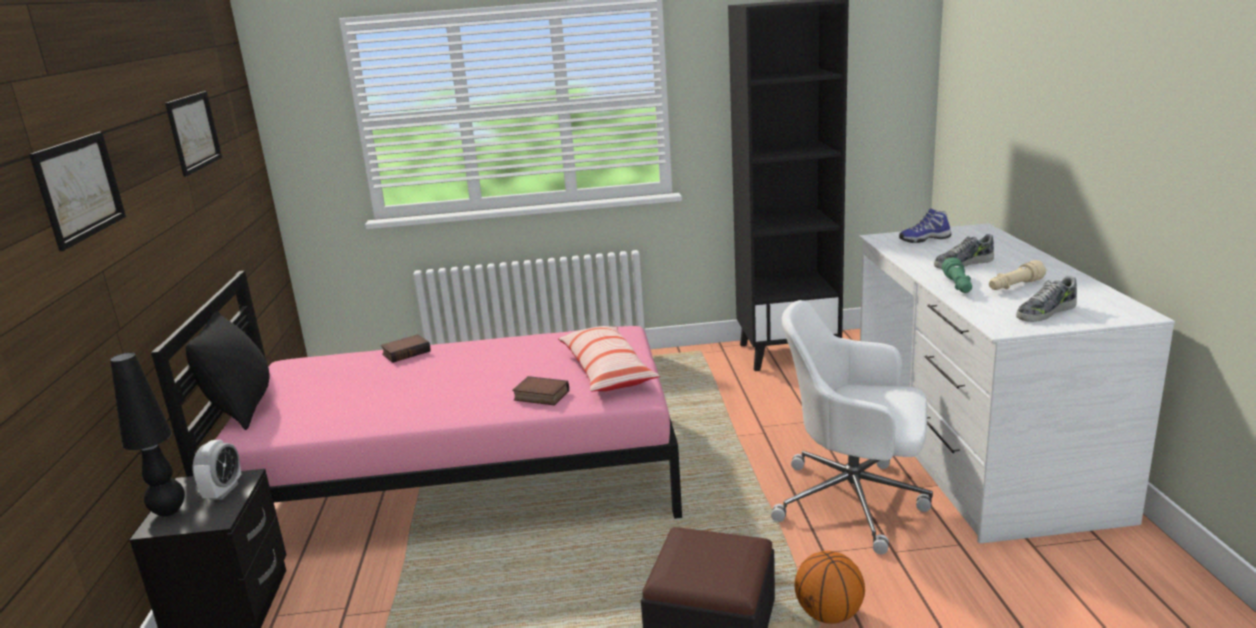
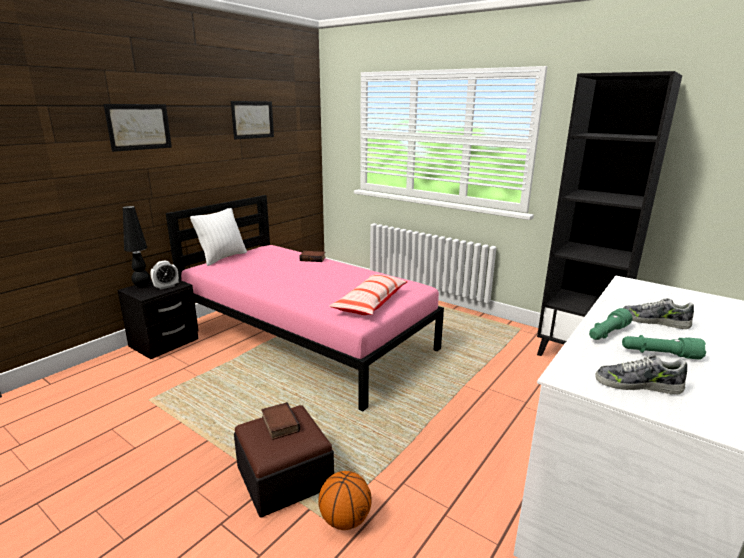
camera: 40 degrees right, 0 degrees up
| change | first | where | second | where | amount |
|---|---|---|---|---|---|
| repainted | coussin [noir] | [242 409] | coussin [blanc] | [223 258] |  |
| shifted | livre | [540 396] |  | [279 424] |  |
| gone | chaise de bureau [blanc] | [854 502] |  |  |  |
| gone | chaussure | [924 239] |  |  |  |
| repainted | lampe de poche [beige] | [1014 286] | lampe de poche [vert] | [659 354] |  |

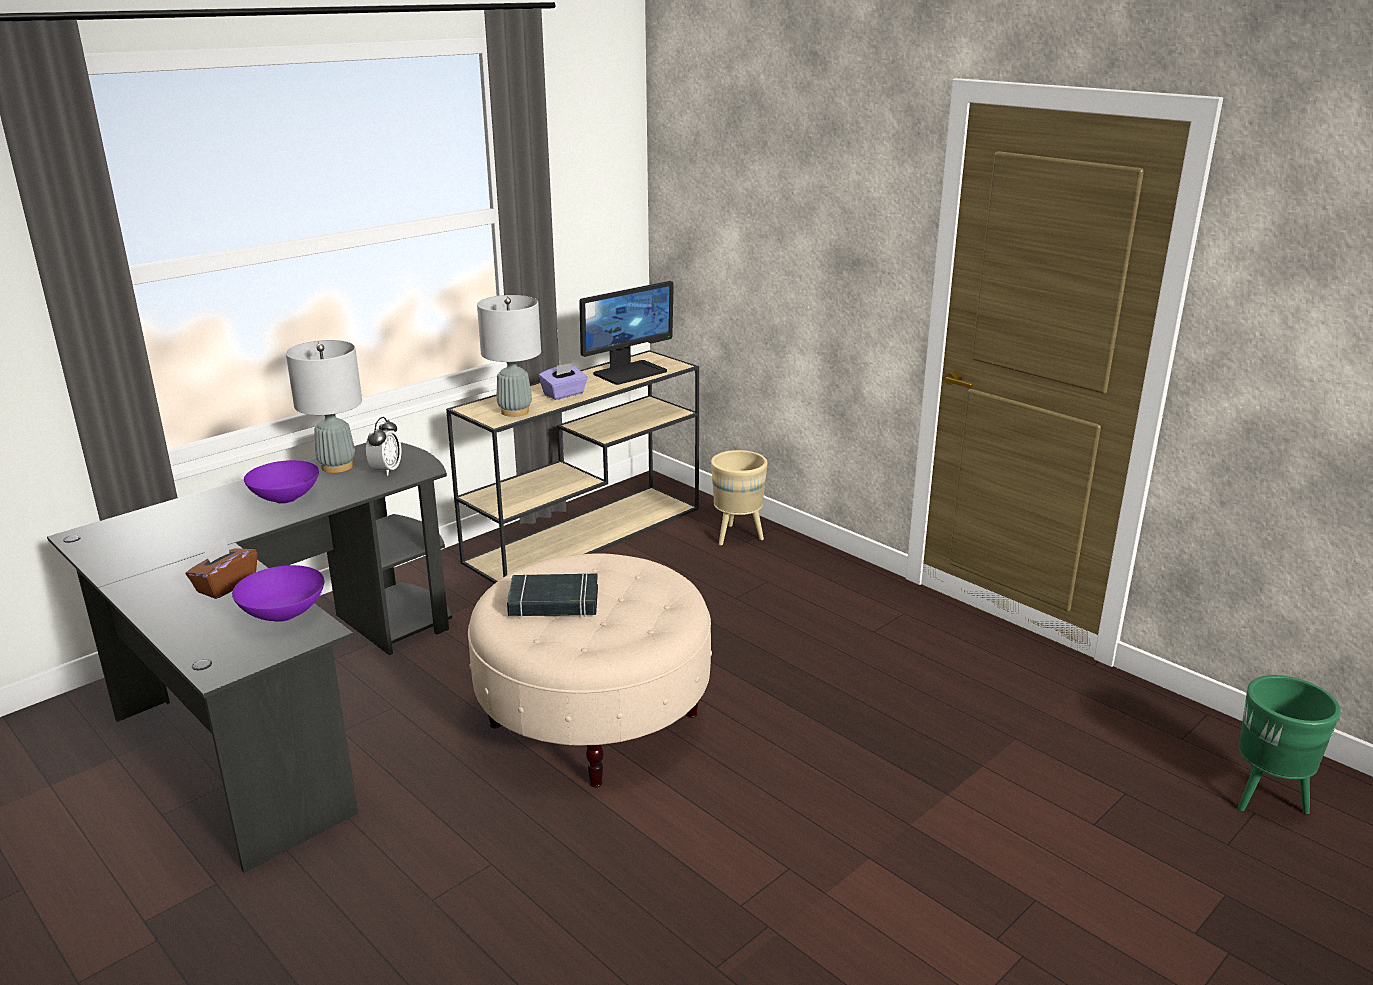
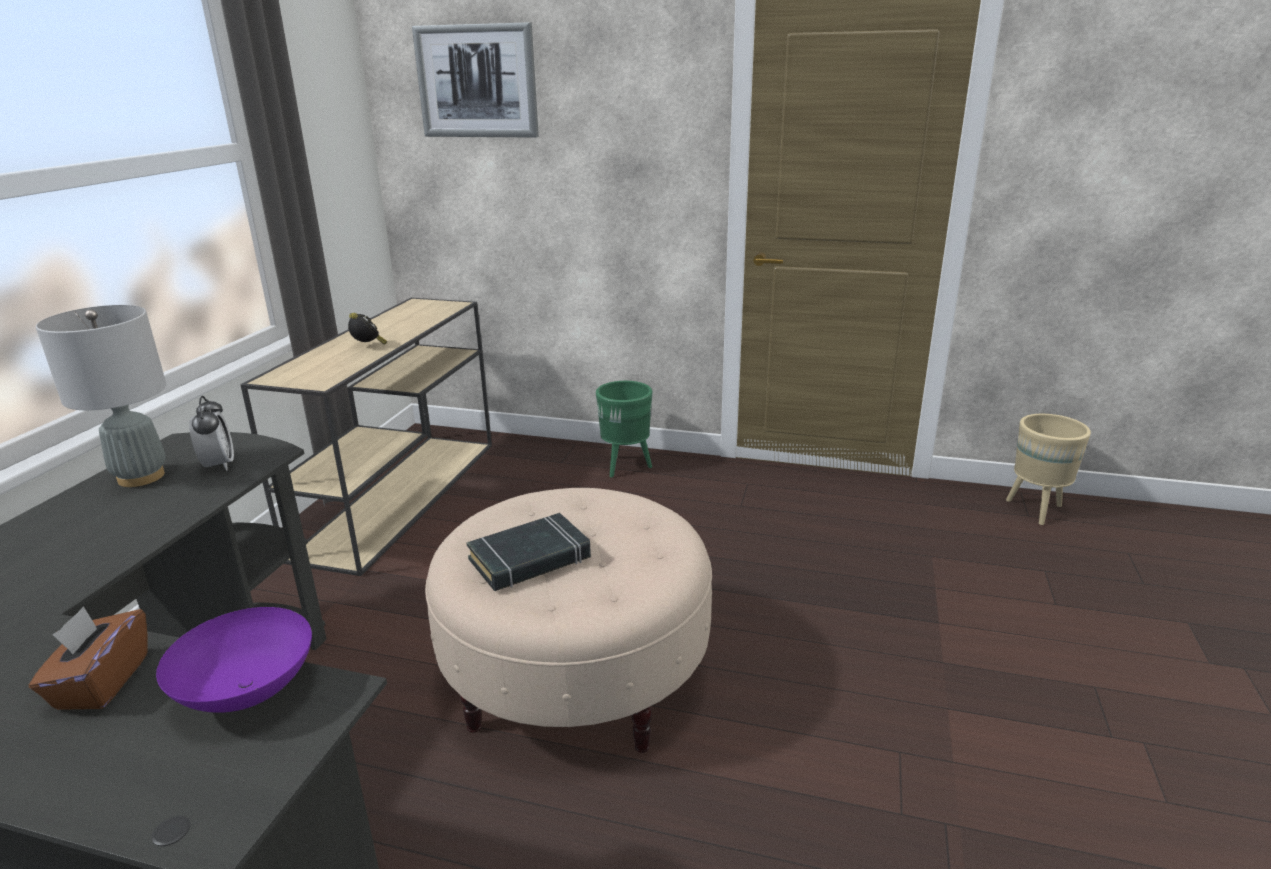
camera: 30 degrees left, 0 degrees up
| change | first | where | second | where | amount |
|---|---|---|---|---|---|
| gone | bol [violet] | [286 499] |  |  |  |
| gone | lampe de table [gris] | [515 411] |  |  |  |
| swapped | boîte à mouchoirs [violet] | [564 394] | réveil | [368 346] |  |
| gone | écran d'ordinateur | [629 372] |  |  |  |
| shifted | cache-pot [beige] | [738 536] |  | [1035 509] |  |
| shifted | cache-pot [vert] | [1266 800] |  | [626 467] |  |
| new |  |  | tableau | [477 81] |  |

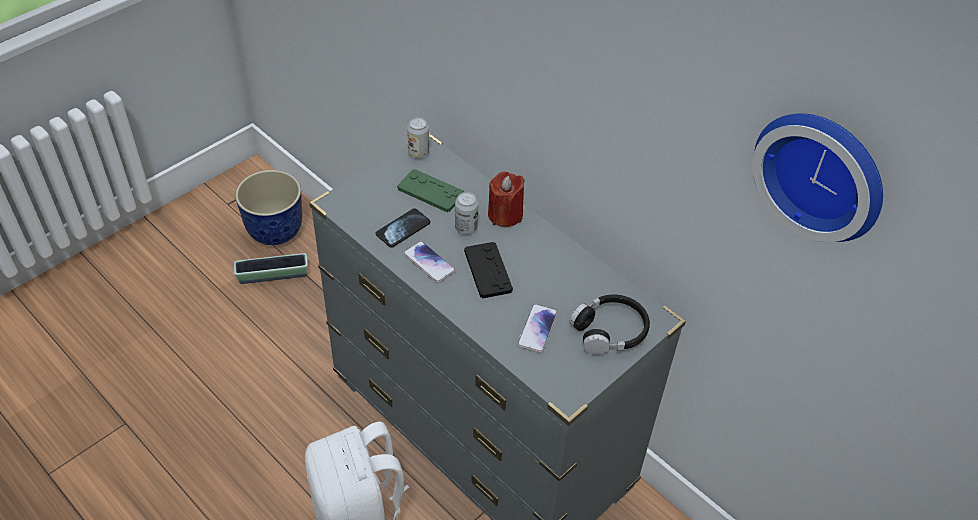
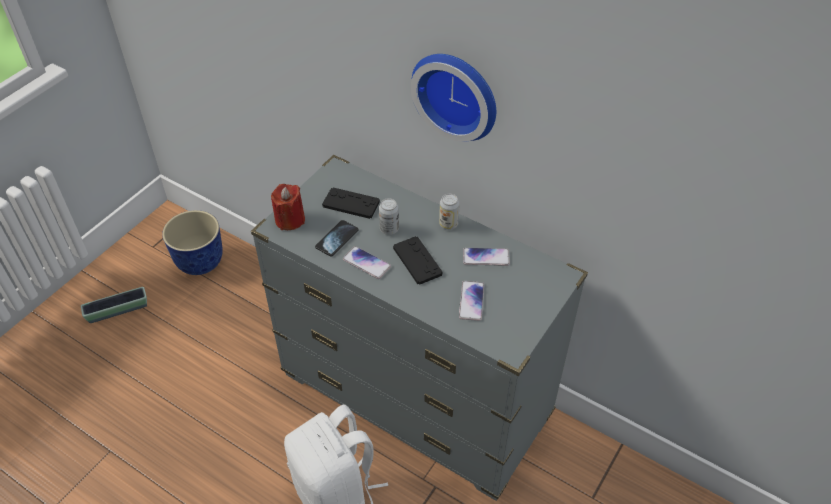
camera: 10 degrees left, 0 degrees up
| change | first | where | second | where | amount |
|---|---|---|---|---|---|
| shifted | cache-pot | [273 275] |  | [117 311] |  |
| repainted | manette [vert] | [430 192] | manette [noir] | [351 204] |  |
| shifted | boîte métallique | [418 153] |  | [448 224] |  |
| shifted | bougie [rouge] | [505 215] |  | [290 220] |  |
| gone | casque audio [noir] | [610 331] |  |  |  |
| shifted | horloge murale | [823 172] |  | [457 93] |  |
| new |  |  | téléphone | [486 257] |  |

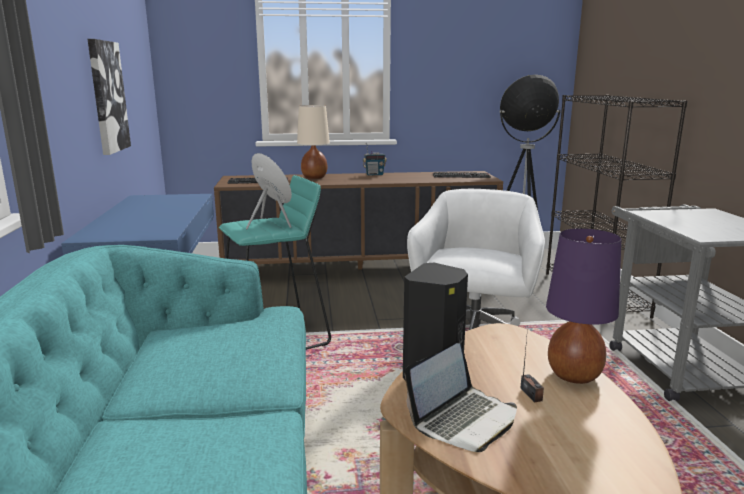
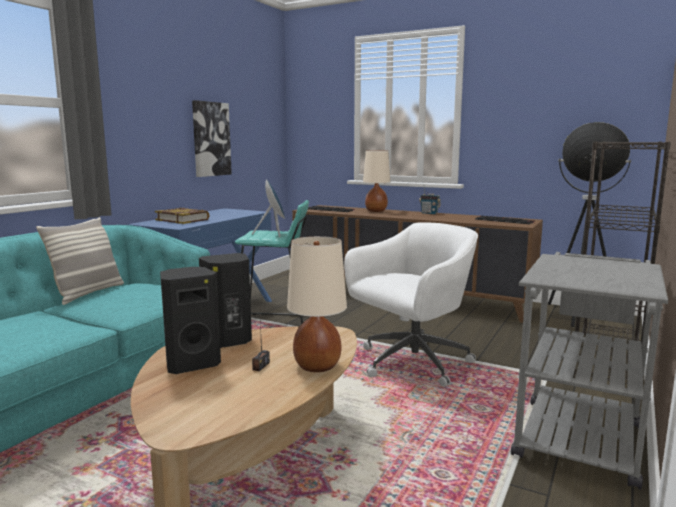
camera: 35 degrees right, 5 degrees down
| change | first | where | second | where | amount |
|---|---|---|---|---|---|
| swapped | ordinateur portable | [464 420] | enceinte [noir] | [191 364] |  |
| repainted | lampe de table [violet] | [574 375] | lampe de table [beige] | [317 367] |  |
| new |  |  | coussin | [88 293] |  |
| new |  |  | livre | [182 220] |  |

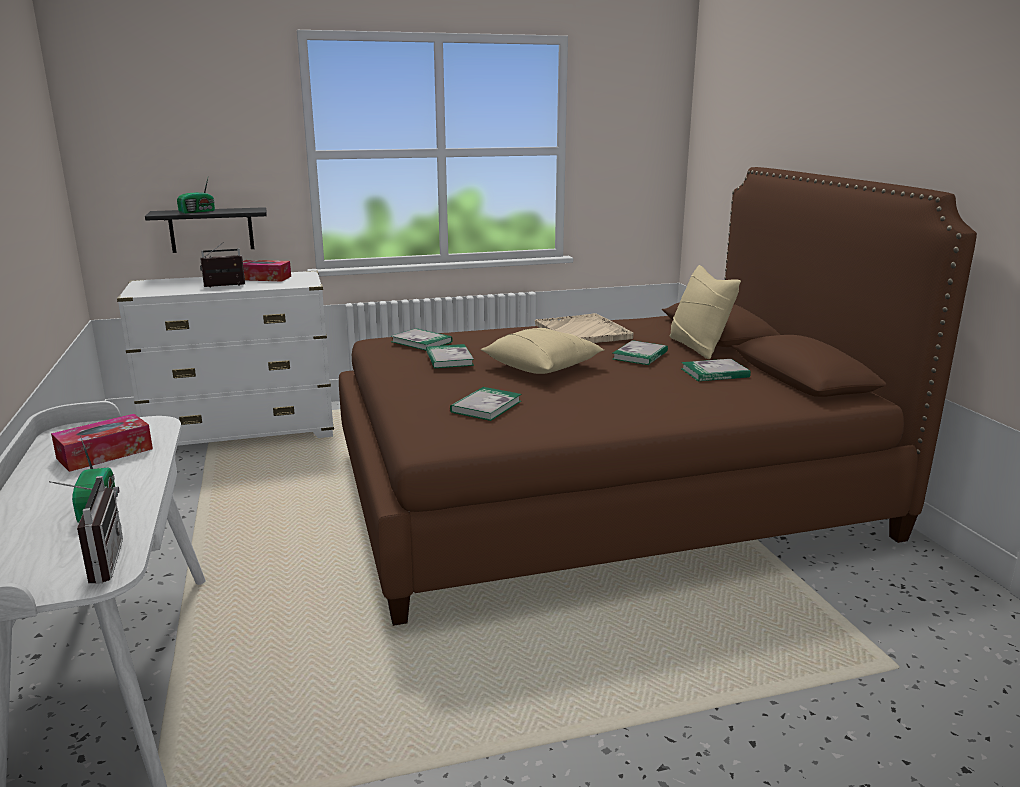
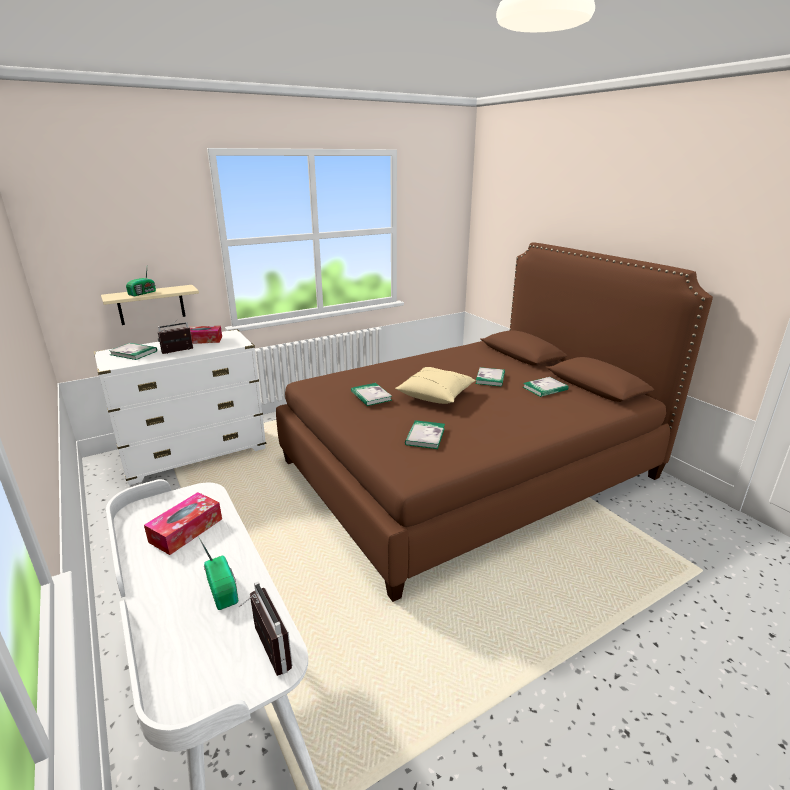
camera: 15 degrees left, 5 degrees up
| change | first | where | second | where | amount |
|---|---|---|---|---|---|
| repainted | étagère [noir] | [211 230] | étagère [beige] | [151 305] |  |
| shifted | livre | [421 342] |  | [133 353] |  |
| gone | plateau [beige] | [582 332] |  |  |  |
| gone | coussin [beige] | [698 347] |  |  |  |

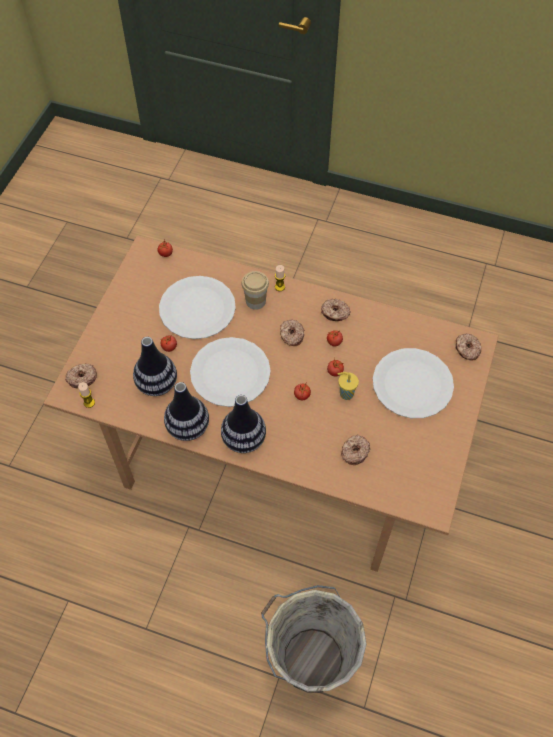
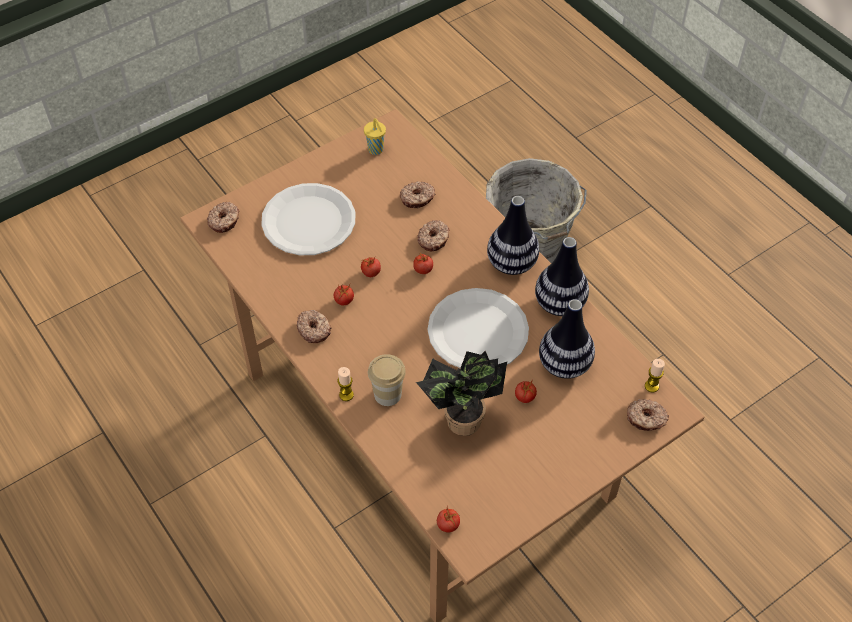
camera: 145 degrees left, 5 degrees down
| change | first | where | second | where | amount |
|---|---|---|---|---|---|
| swapped | assiette [blanc] | [197 308] | plante en pot | [460 425] |  |
| shifted | beignet | [291 335] |  | [434 239] |  |
| shifted | tasse [jaune] | [345 393] |  | [376 150] |  |

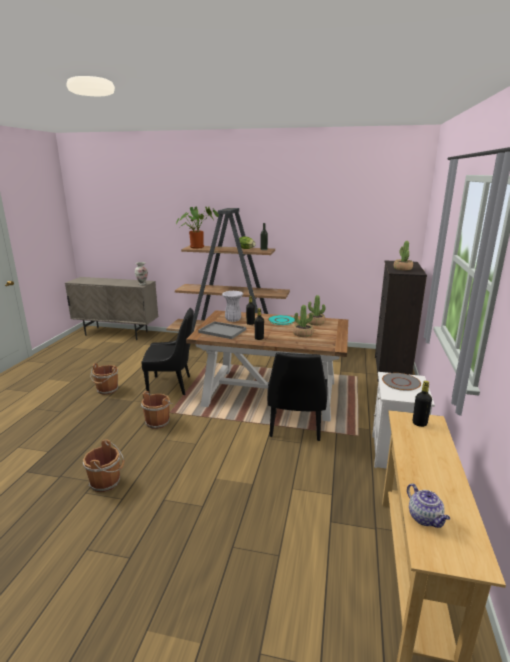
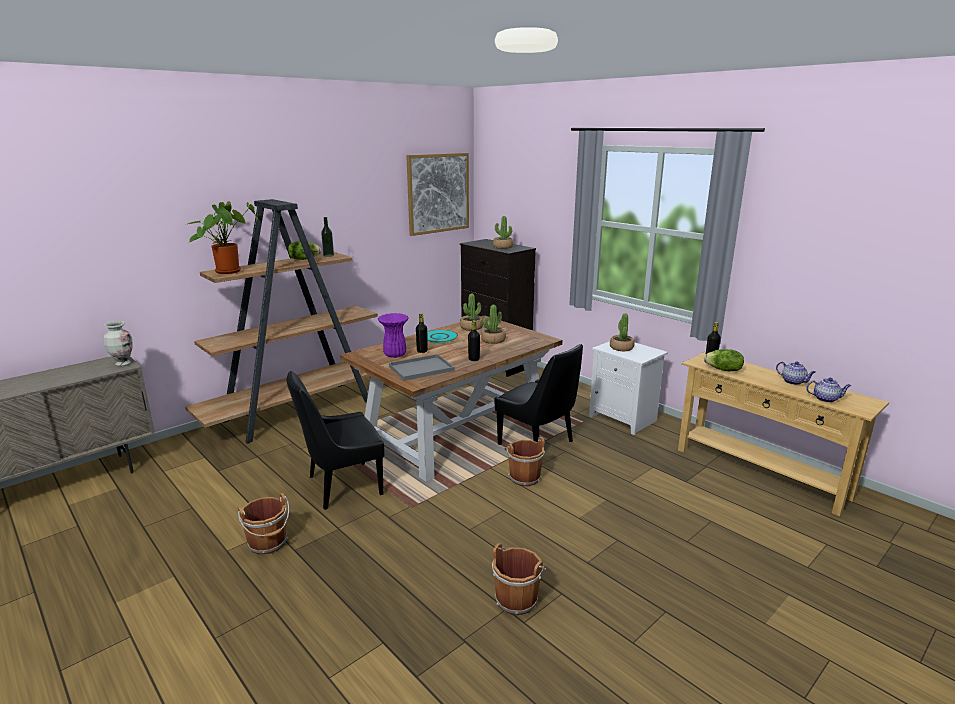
camera: 55 degrees left, 0 degrees up
| change | first | where | second | where | amount |
|---|---|---|---|---|---|
| rotated | chaise [noir] | [171 386] |  | [342 486] | 150 degrees counterclockwise |
| shifted | seau [marron] | [158 421] |  | [523 477] |  |
| repainted | vase [blanc] | [233 320] | vase [violet] | [395 355] |  |
| swapped | assiette [gris] | [401 382] | plante en pot | [621 348] |  |
| new |  |  | tableau | [438 193] |  |
| new |  |  | laitue | [723 370] |  |
| new |  |  | théière | [793 382] |  |

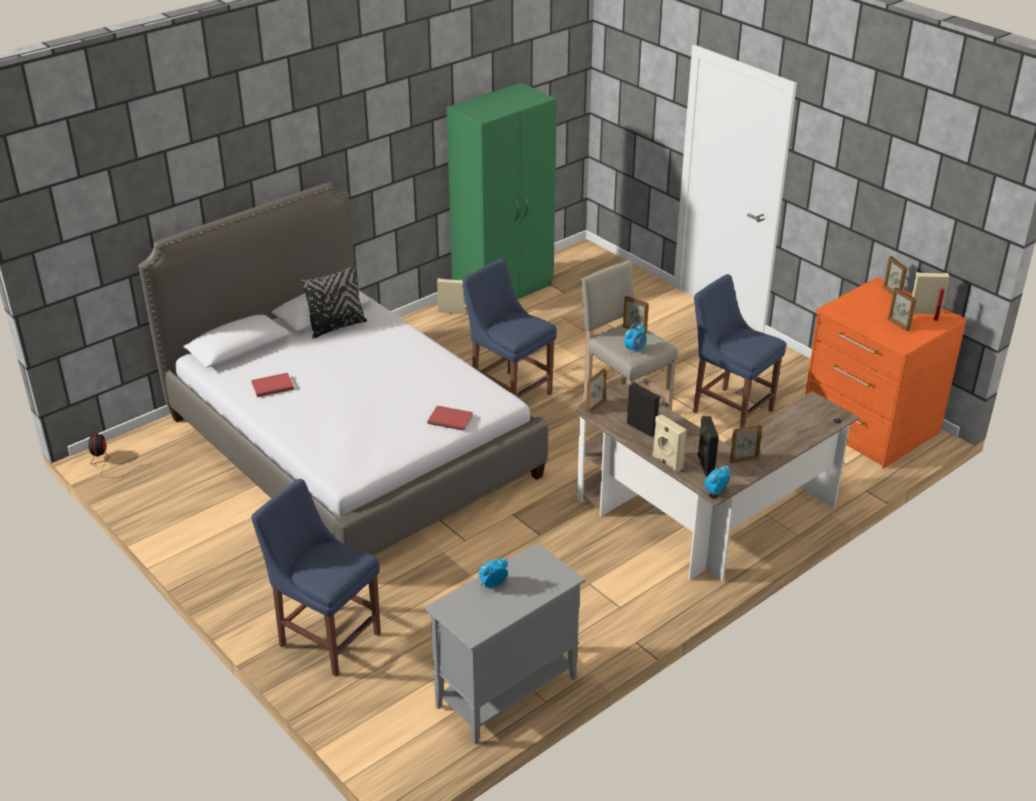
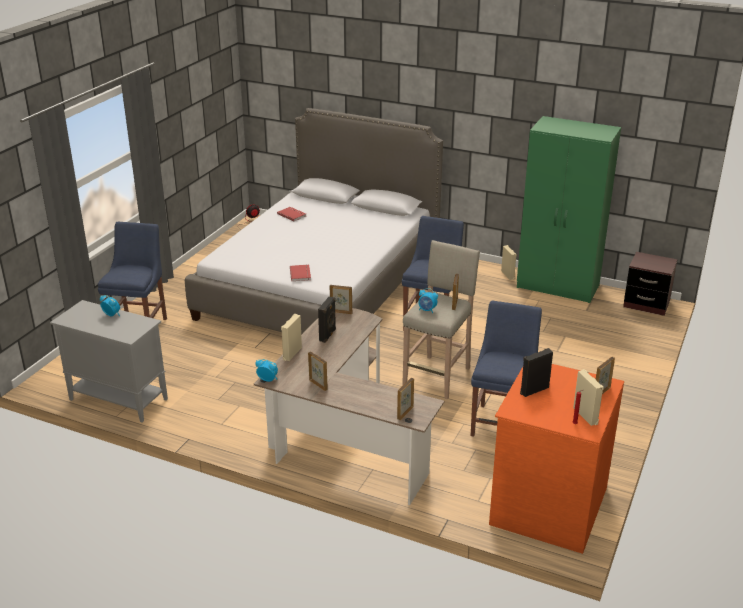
camera: 65 degrees right, 5 degrees down
| change | first | where | second | where | amount |
|---|---|---|---|---|---|
| gone | coussin [noir] | [336 327] |  |  |  |
| shifted | enceinte [noir] | [704 465] |  | [533 390] |  |
| shifted | cadre photo | [898 325] |  | [405 413] |  |
| new |  |  | table de chevet [marron] | [646 304] |  |

